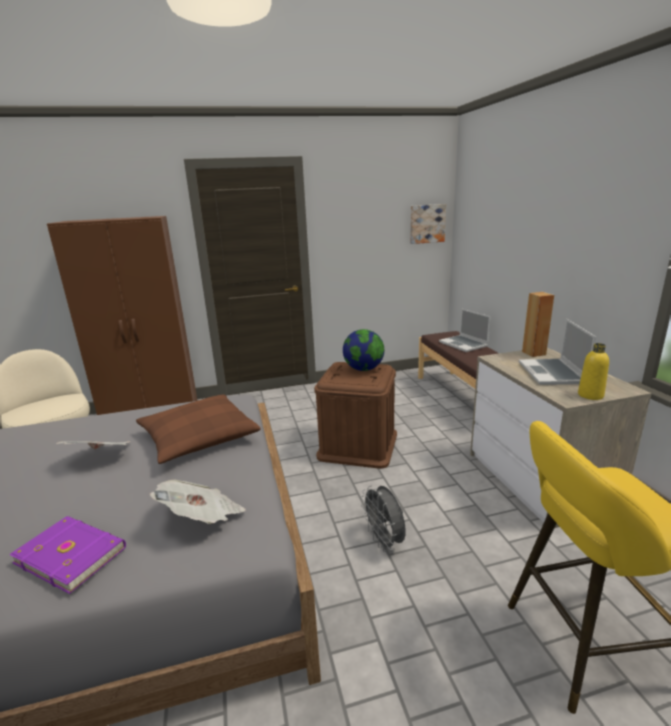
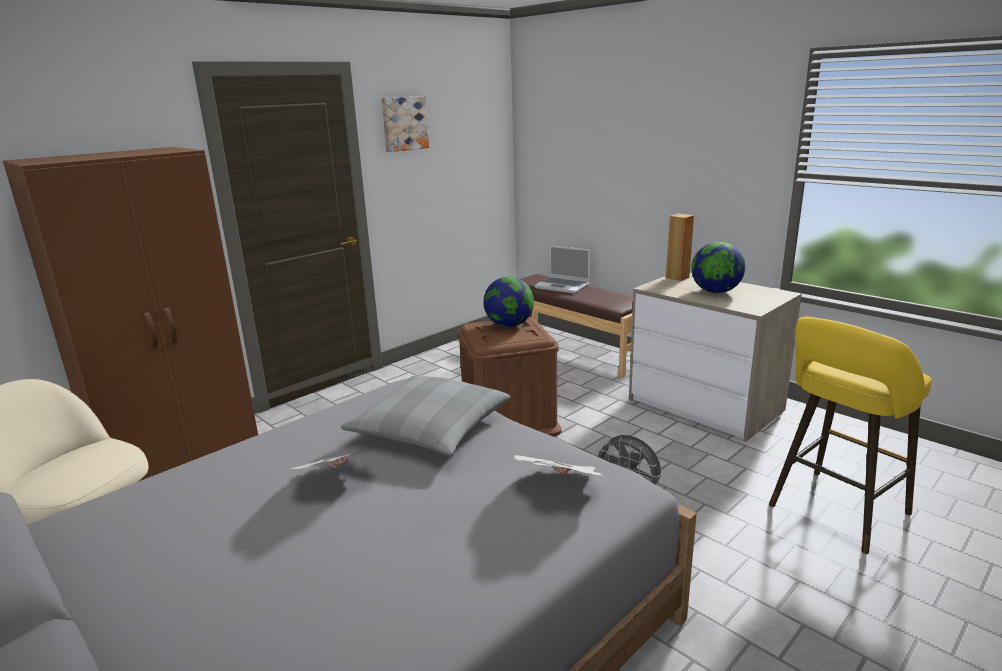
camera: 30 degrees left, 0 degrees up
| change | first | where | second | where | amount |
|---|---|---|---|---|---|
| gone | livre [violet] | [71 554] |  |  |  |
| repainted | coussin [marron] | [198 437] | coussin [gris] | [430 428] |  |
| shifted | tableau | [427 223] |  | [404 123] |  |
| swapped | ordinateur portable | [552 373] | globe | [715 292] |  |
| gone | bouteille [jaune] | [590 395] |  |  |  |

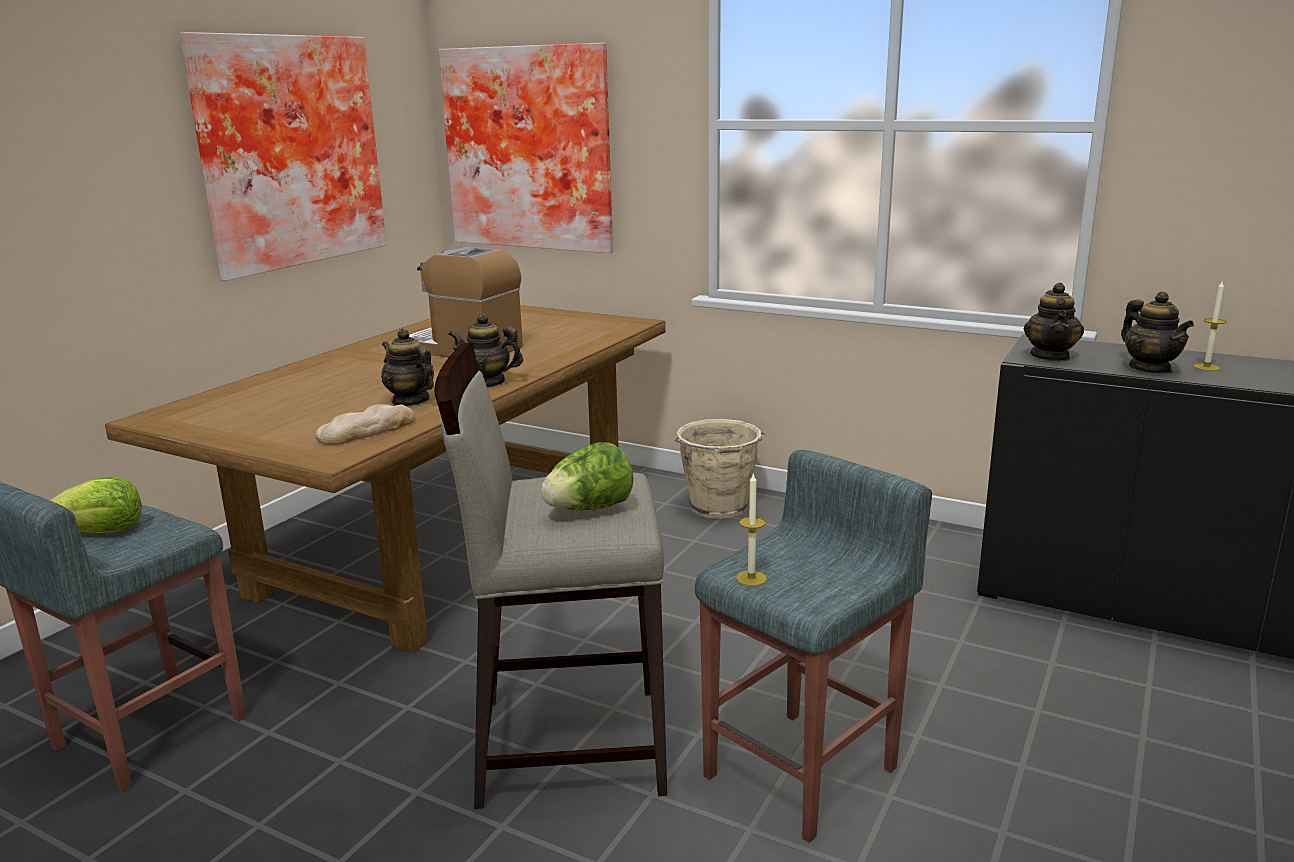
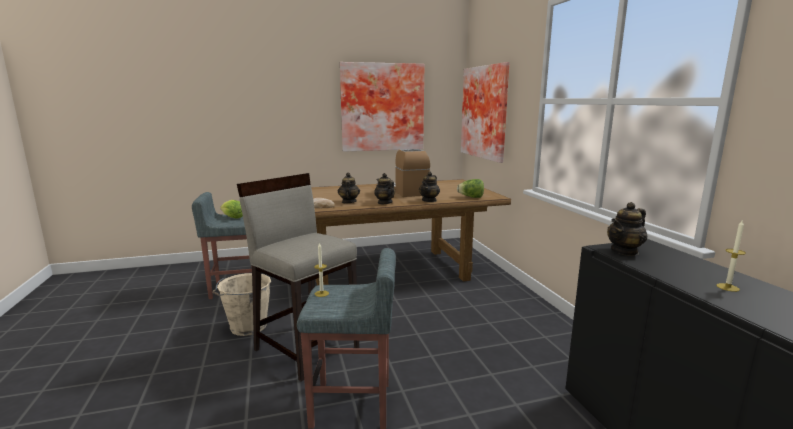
camera: 45 degrees right, 5 degrees down
| change | first | where | second | where | amount |
|---|---|---|---|---|---|
| shifted | laitue | [589 509] |  | [471 197] |  |
| shifted | seau [beige] | [719 508] |  | [247 327] |  |
| shifted | théière | [1150 369] |  | [429 200] |  |

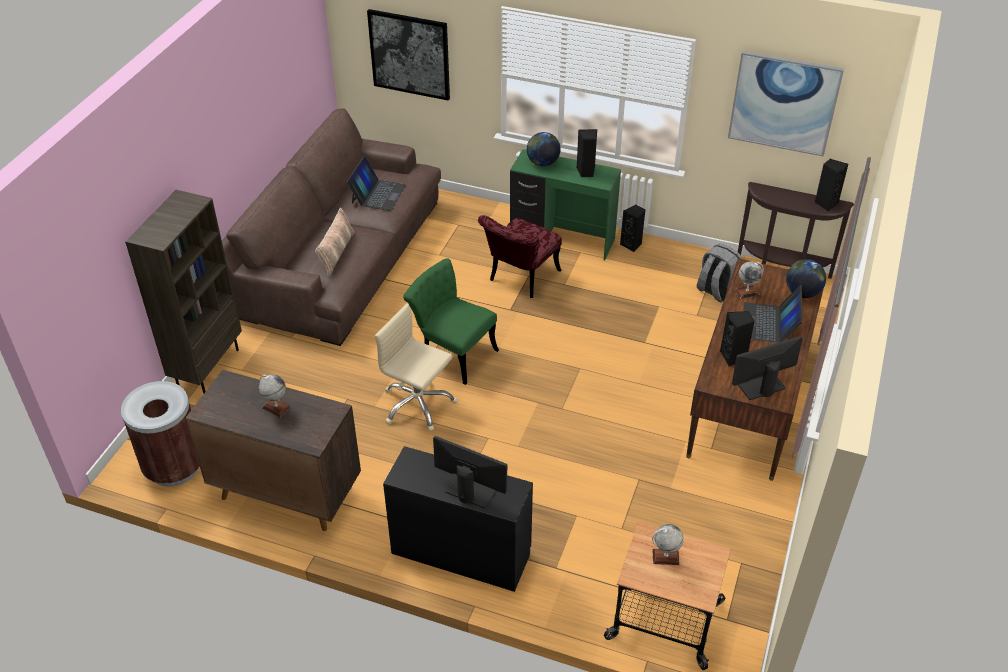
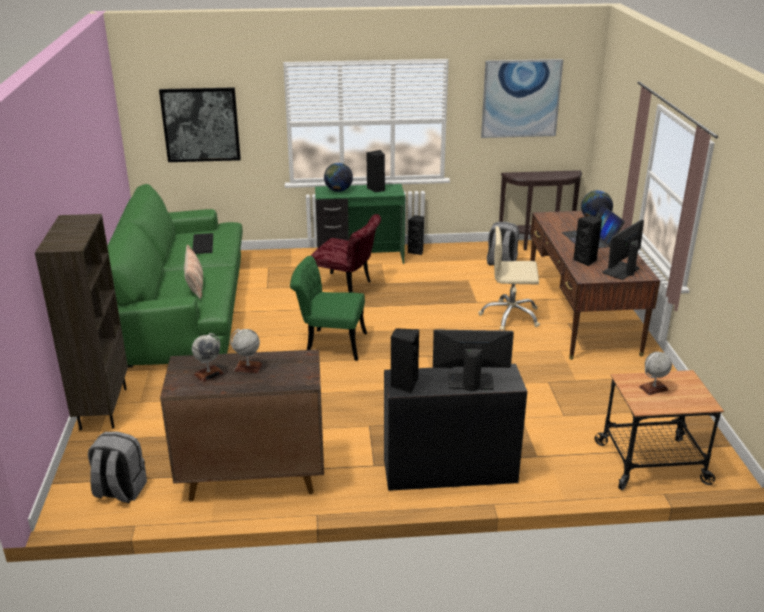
camera: 25 degrees left, 15 degrees down
| change | first | where | second | where | amount |
|---|---|---|---|---|---|
| swapped | poubelle [marron] | [174 467] | sac à dos [gris] | [120 491] |  |
| repainted | canapé [marron] | [341 257] | canapé [vert] | [180 307] |  |
| swapped | ordinateur portable | [378 194] | clavier | [202 243] |  |
| shifted | chaise de bureau [beige] | [417 404] |  | [510 316] |  |
| rotated | chaise [rouge] | [520 279] |  | [347 288] | 75 degrees counterclockwise |
| shifted | globe | [746 292] |  | [209 374] |  |
| shifted | enceinte [noir] | [825 203] |  | [404 384] |  |

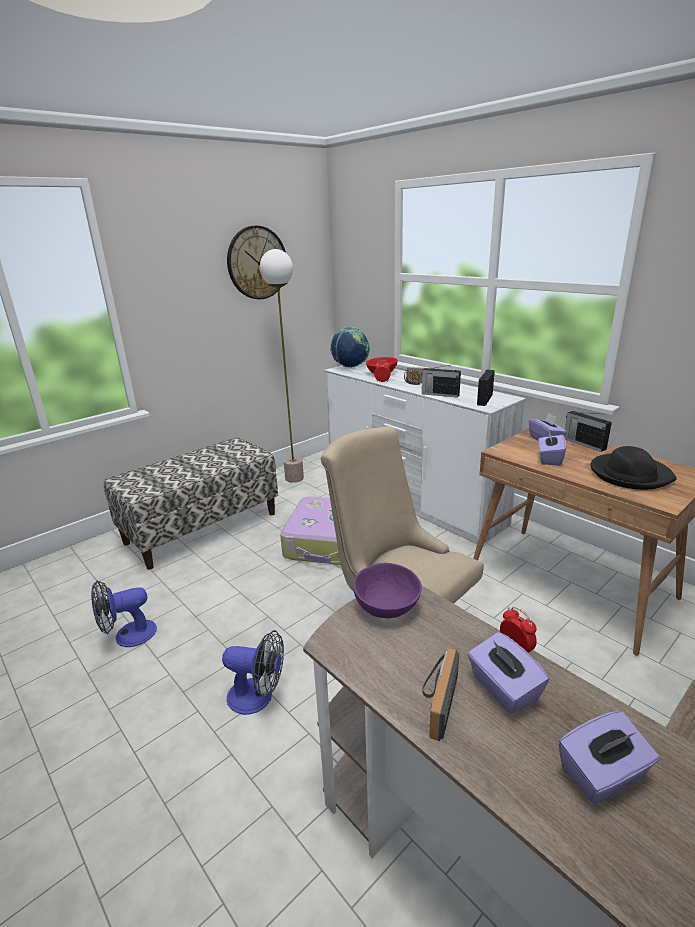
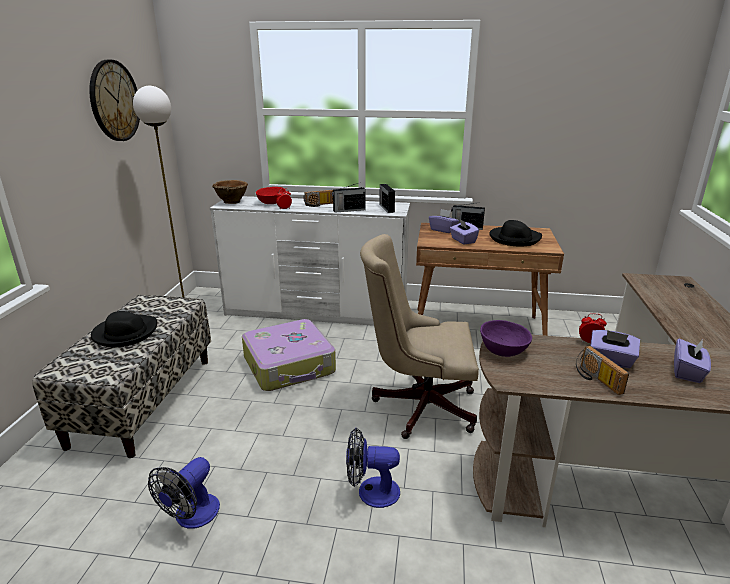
camera: 40 degrees left, 0 degrees up
| change | first | where | second | where | amount |
|---|---|---|---|---|---|
| rotated | ventilateur | [258 697] |  | [371 492] | 150 degrees counterclockwise |
| swapped | globe | [350 367] | bol [marron] | [231 202] |  |
| new |  |  | chapeau [noir] | [125 333] |  |

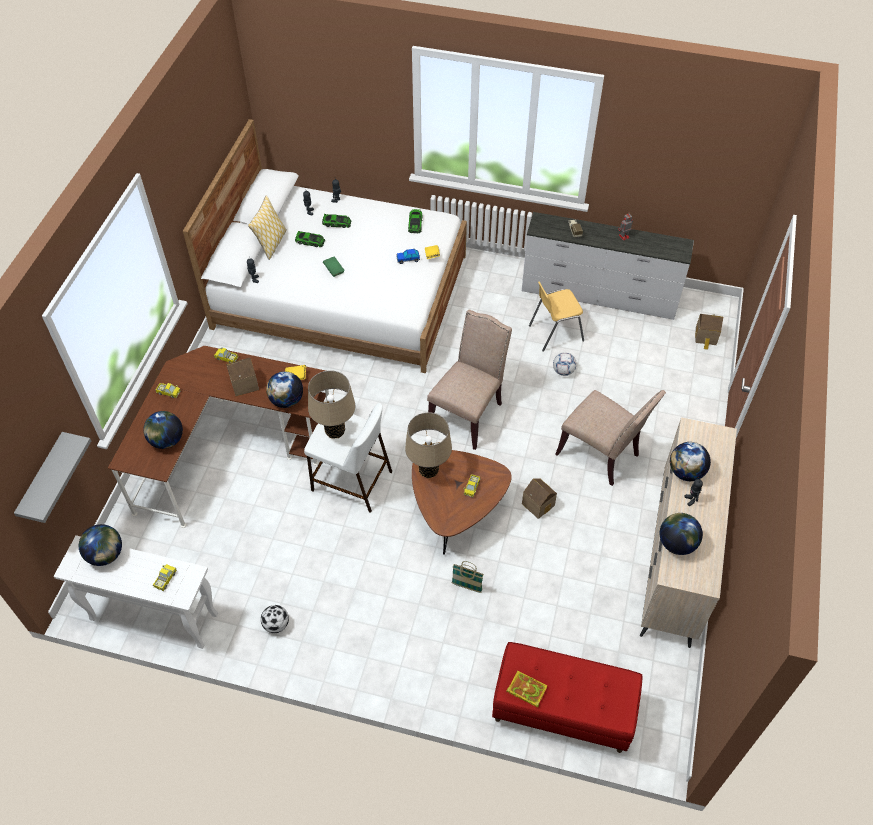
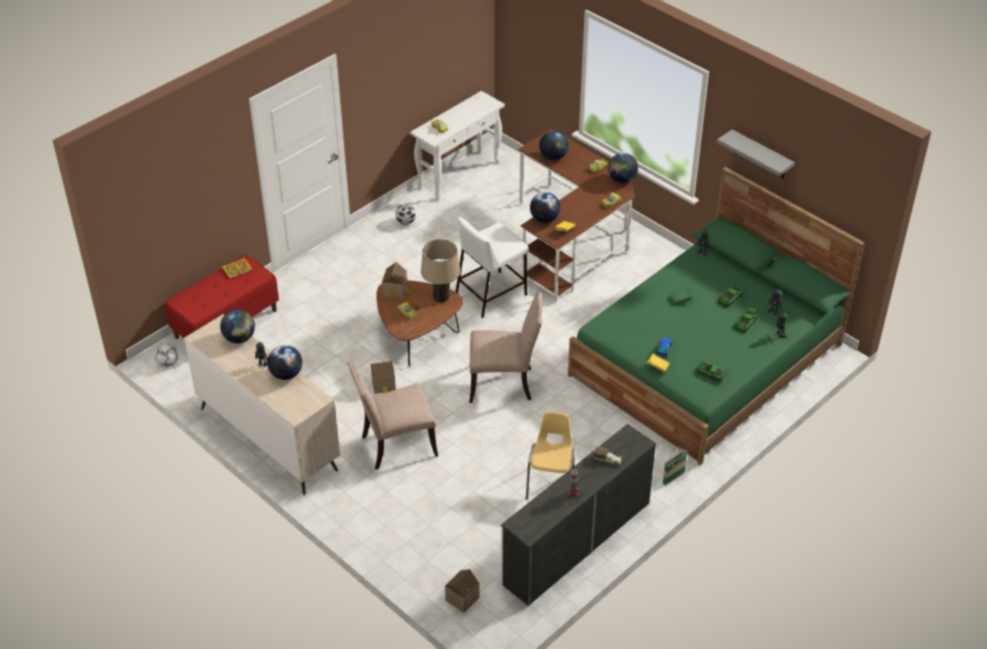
camera: 120 degrees right, 10 degrees down
| change | first | where | second | where | amount |
|---|---|---|---|---|---|
| shifted | étagère [gris] | [43 480] |  | [761 155] |  |
| shifted | globe | [106 555] |  | [622 179] |  |
| repainted | lit [blanc] | [340 291] | lit [vert] | [707 359] |  |
| shifted | maison miniature | [243 383] |  | [396 291] |  |
| gone | coussin | [271 244] |  |  |  |
| gone | lampe de table [beige] | [335 431] |  |  |  |
| rotated | chaise [beige] | [468 413] |  | [504 383] | 60 degrees counterclockwise |
| shifted | panier | [466 586] |  | [673 478] |  |
| shifted | ballon de foot | [563 371] |  | [168 363] |  |

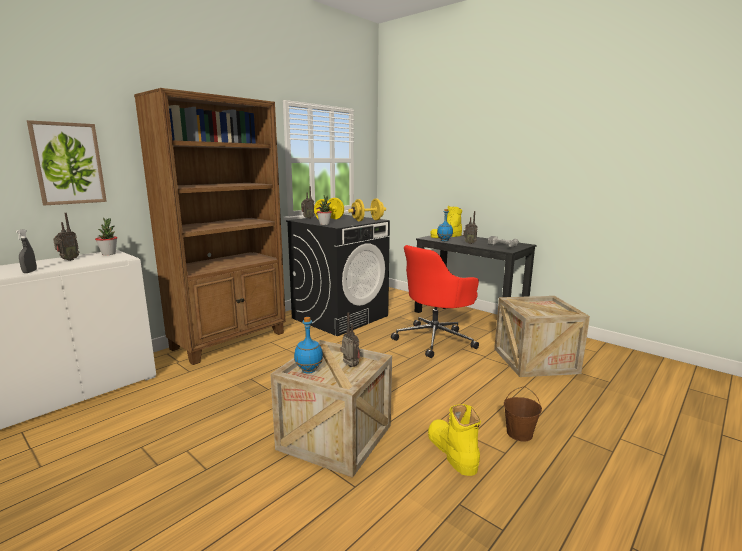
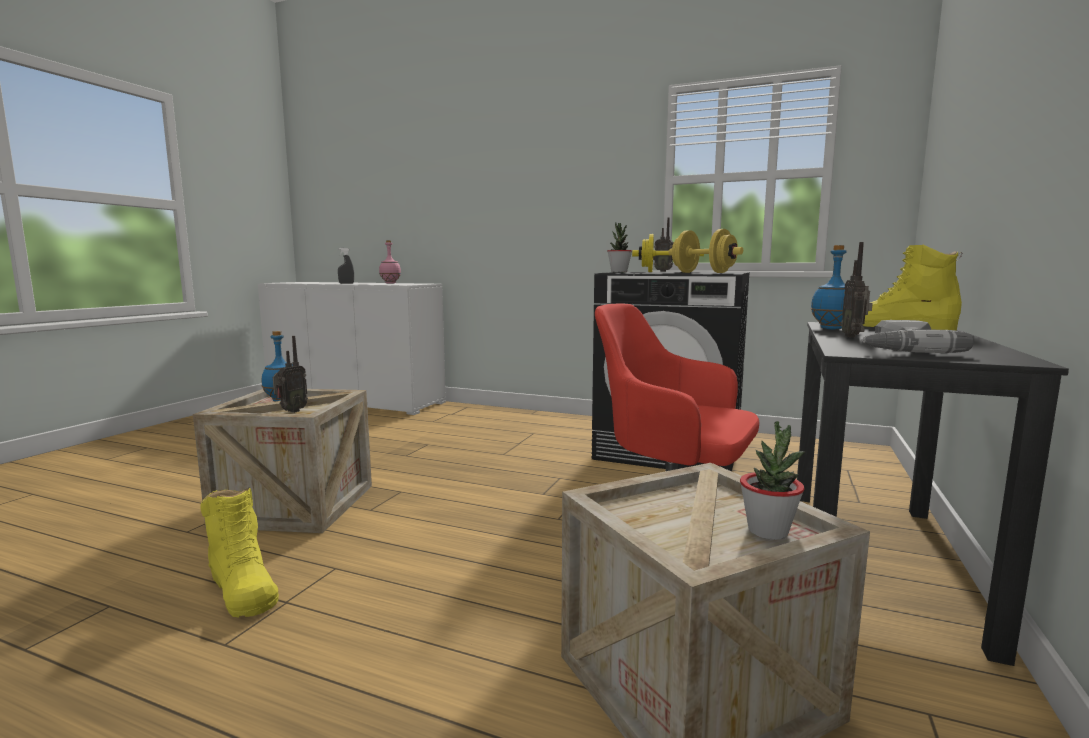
camera: 70 degrees right, 5 degrees down
| change | first | where | second | where | amount |
|---|---|---|---|---|---|
| gone | tableau | [68 163] |  |  |  |
| swapped | radio | [68 260] | bouteille [rose] | [390 283] |  |
| shifted | plante en pot | [109 254] |  | [768 531] |  |
| gone | bibliothèque [marron] | [230 341] |  |  |  |
| rotated | botte [jaune] | [452 451] |  | [242 588] | 90 degrees clockwise |
| gone | seau [marron] | [519 433] |  |  |  |

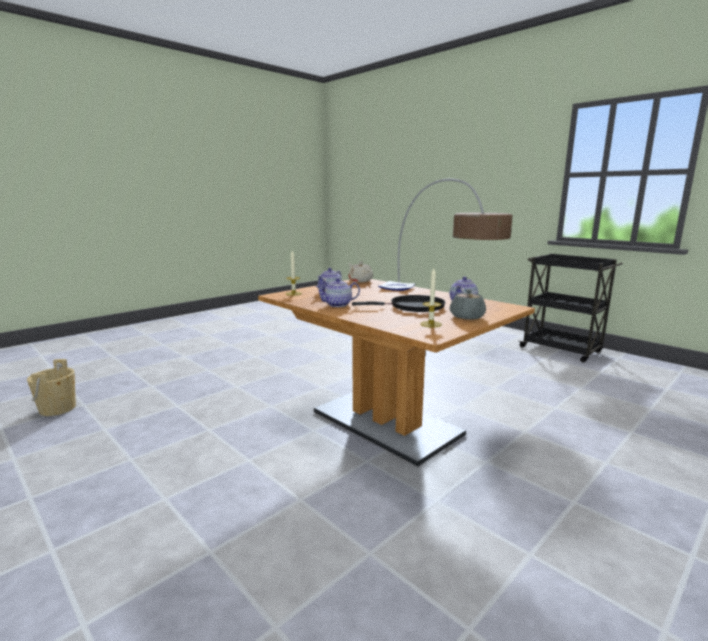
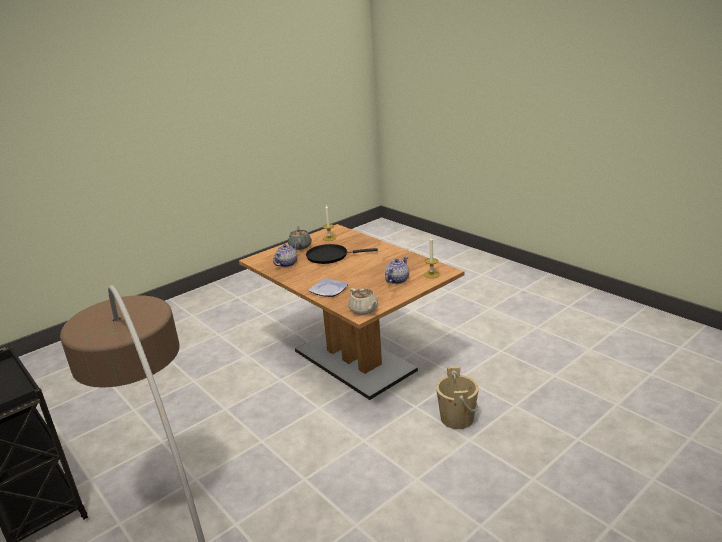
camera: 175 degrees left, 10 degrees up
| change | first | where | second | where | amount |
|---|---|---|---|---|---|
| shifted | seau [beige] | [57 409] |  | [457 418] |  |
| gone | théière | [338 305] |  |  |  |

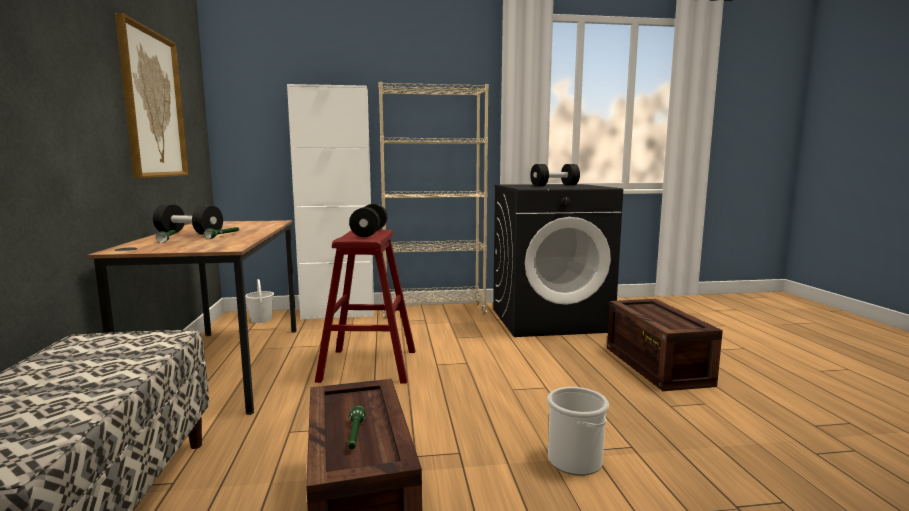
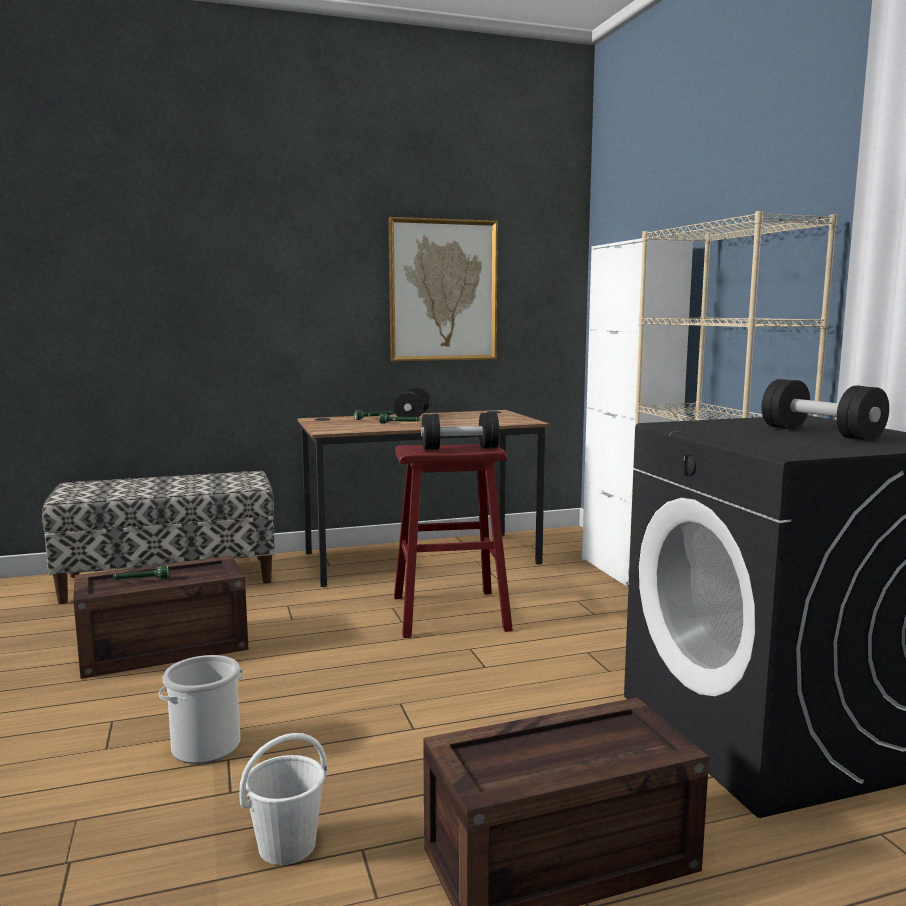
camera: 80 degrees right, 0 degrees up
| change | first | where | second | where | amount |
|---|---|---|---|---|---|
| shifted | seau [blanc] | [261 319] |  | [288 845] |  |

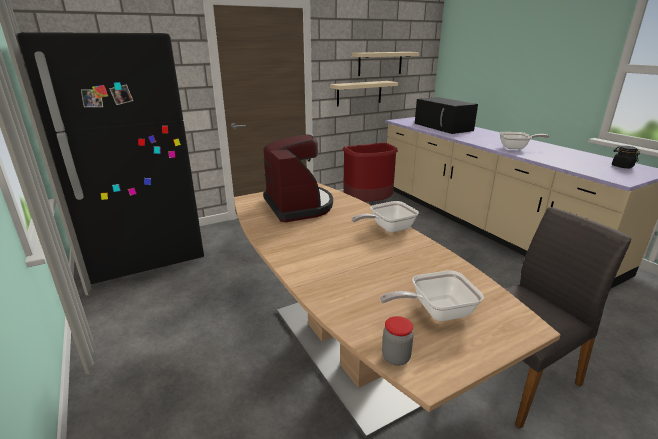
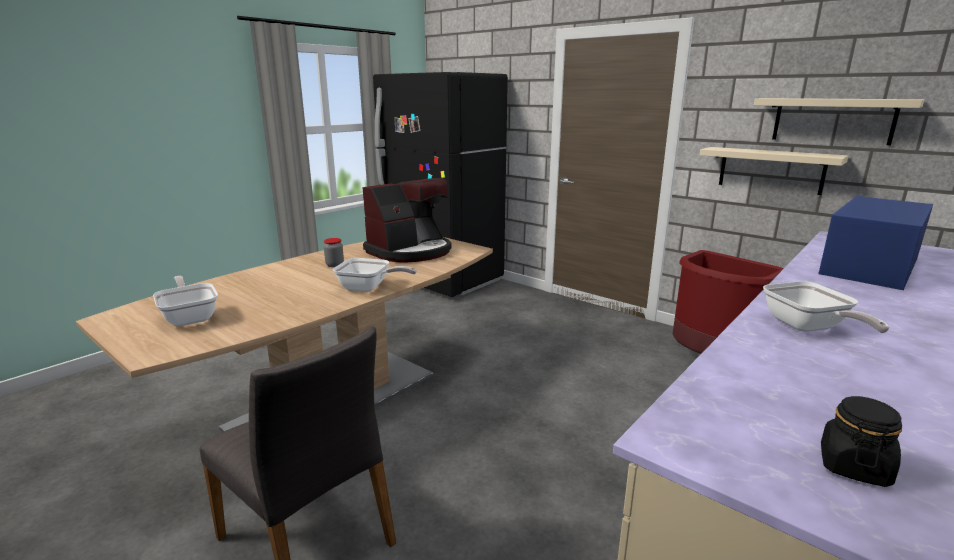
camera: 70 degrees right, 5 degrees down
| change | first | where | second | where | amount |
|---|---|---|---|---|---|
| rotated | poêle | [388 228] |  | [369 288] | 150 degrees clockwise |
| shifted | bocal | [396 357] |  | [334 265] |  |
| repainted | micro-ondes [noir] | [443 127] | micro-ondes [bleu] | [870 266] |  |

